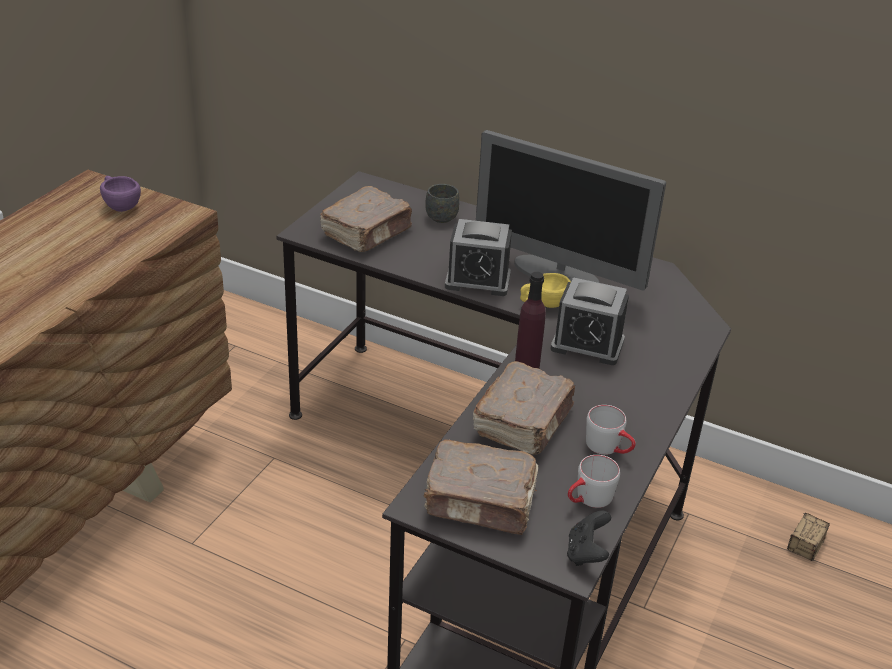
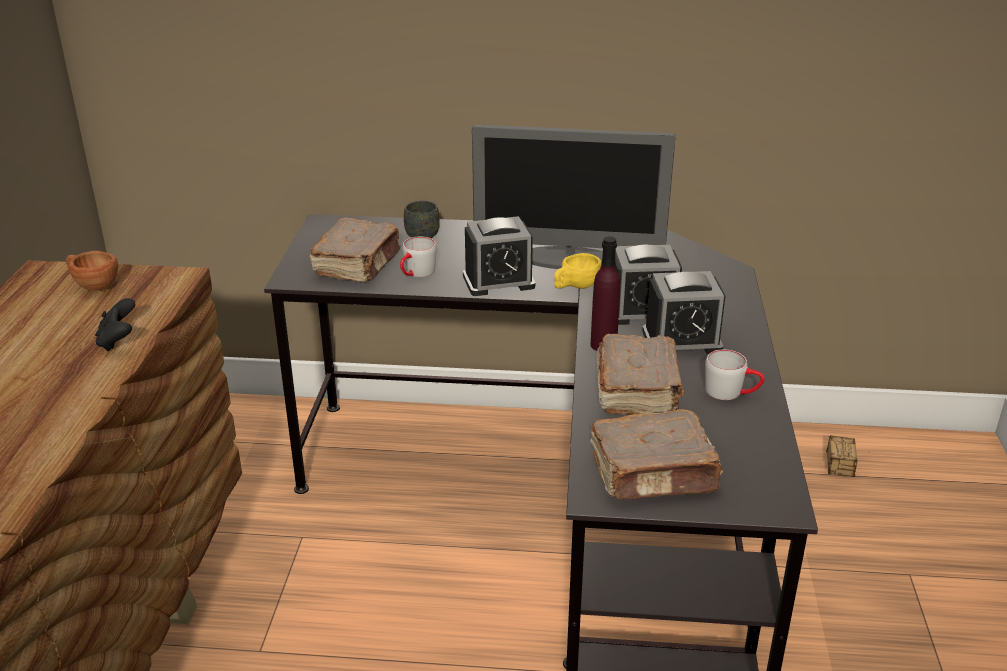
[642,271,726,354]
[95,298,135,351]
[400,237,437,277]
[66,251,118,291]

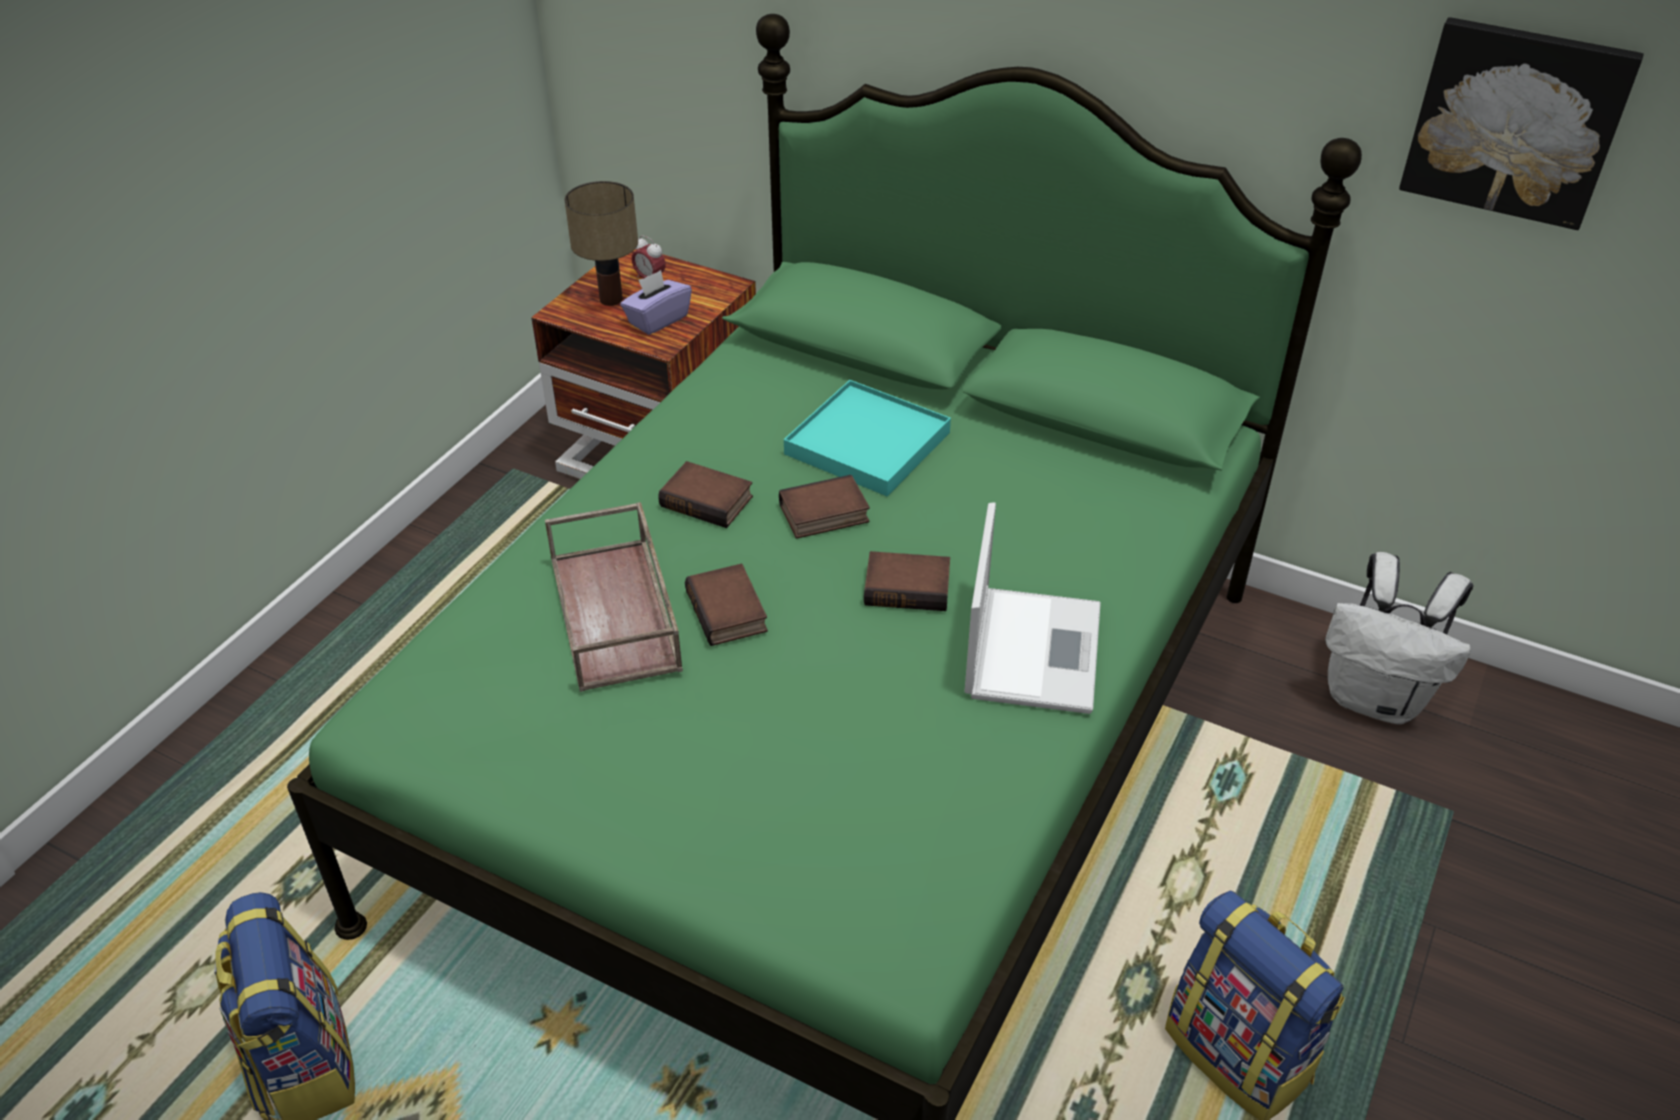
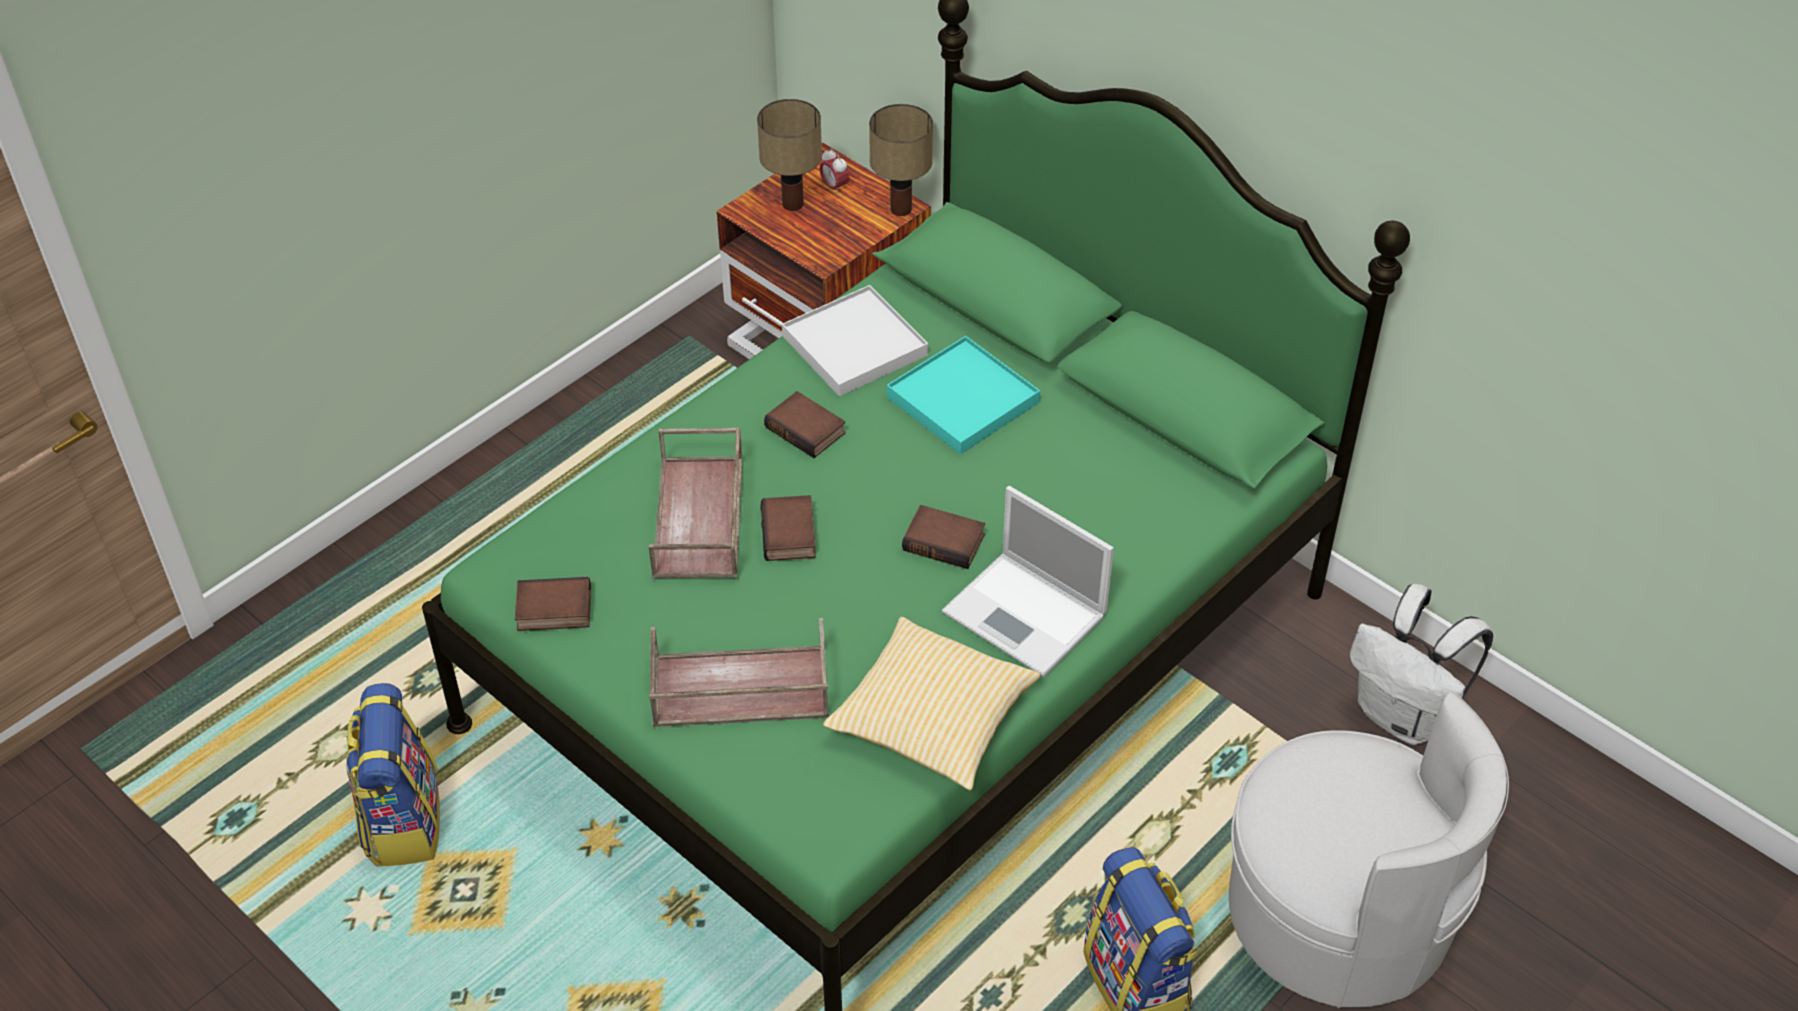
[620,270,692,335] (first image)
[1399,17,1644,230] (first image)
[649,618,829,727]
[782,285,928,397]
[823,617,1041,790]
[869,104,933,216]
[1229,691,1509,1008]
[515,577,591,631]
[942,486,1114,677]

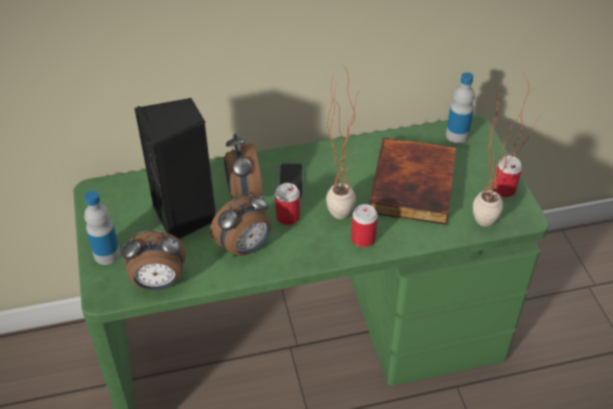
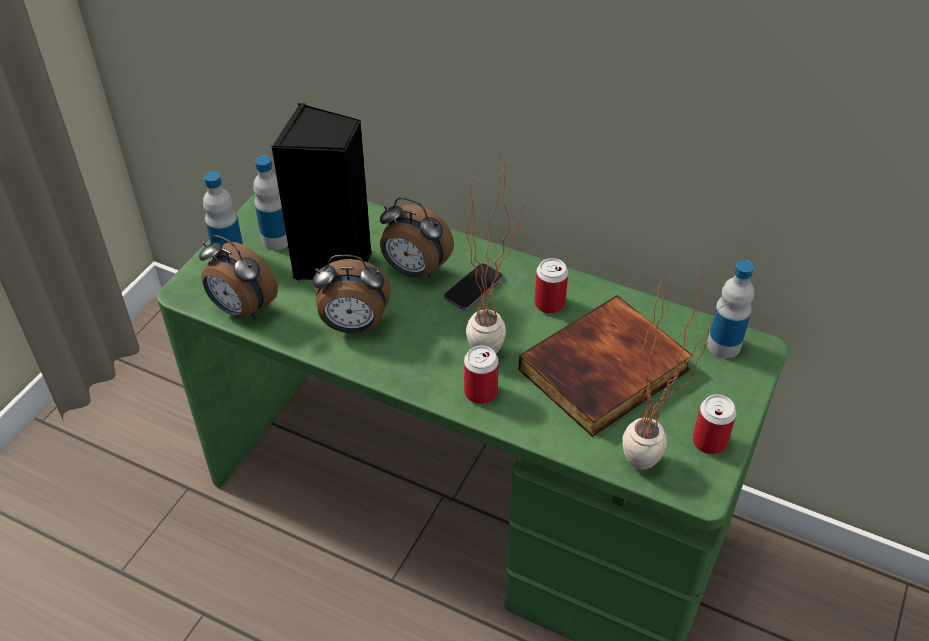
[253,155,288,250]
[534,258,568,314]
[380,197,454,279]

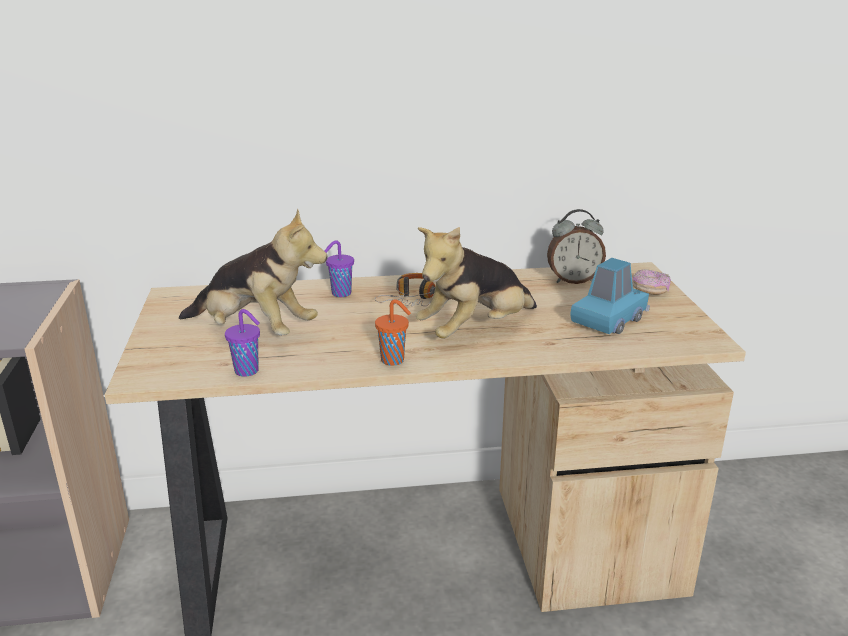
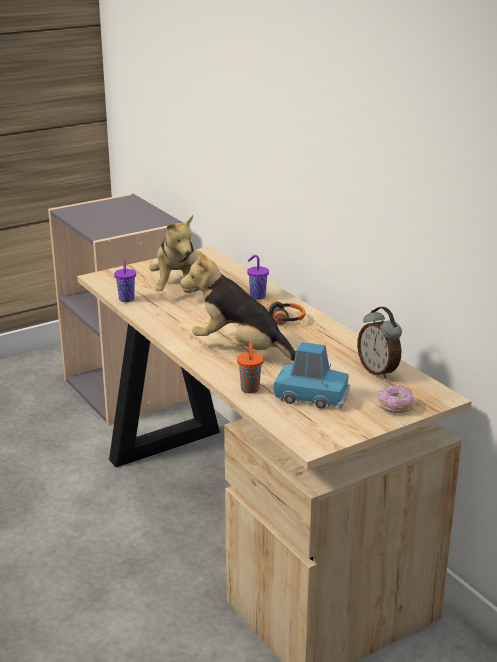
[237,342,264,393]

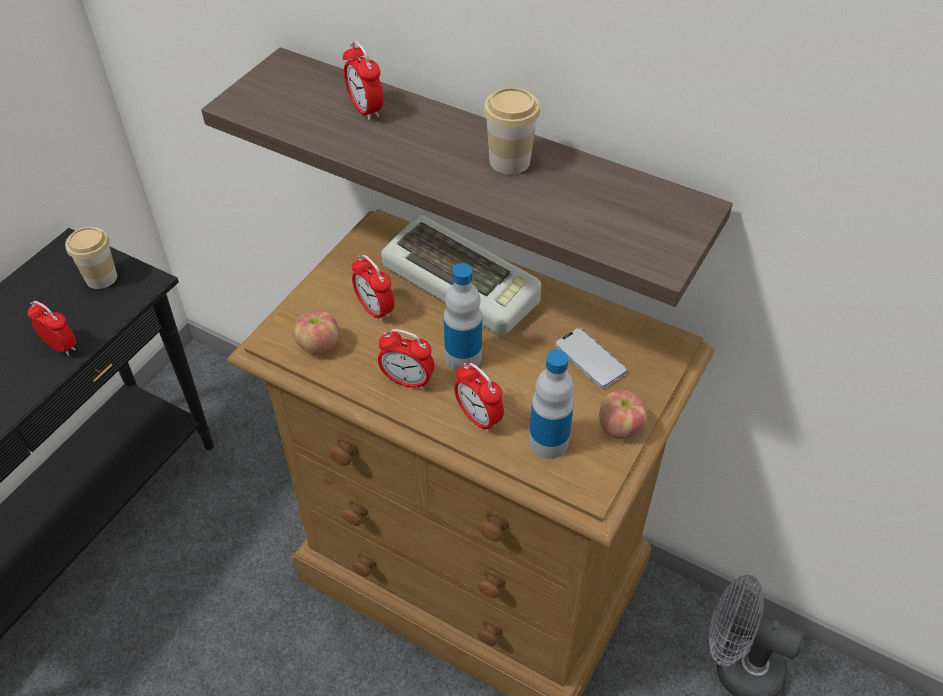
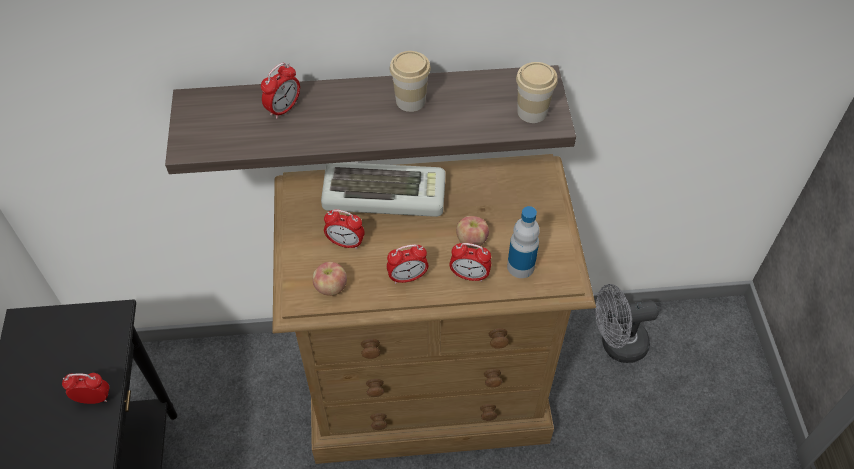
[444,263,482,370] (first image)
[554,328,628,388] (first image)
[516,62,558,123]
[456,216,489,249]
[261,63,300,119]

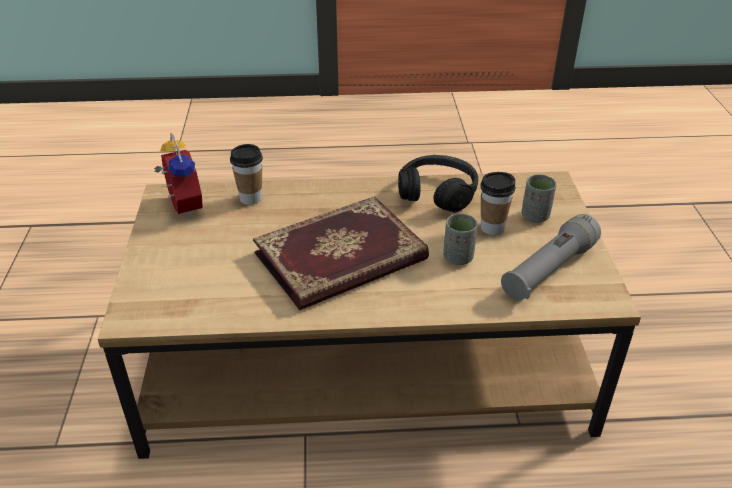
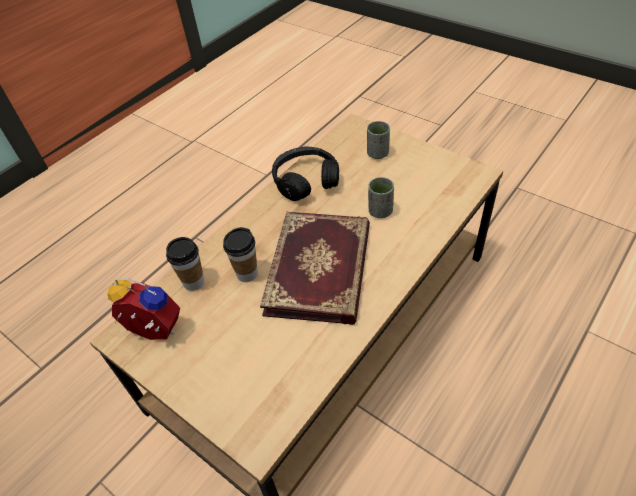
[501,214,601,300] (first image)
[223,227,258,282]

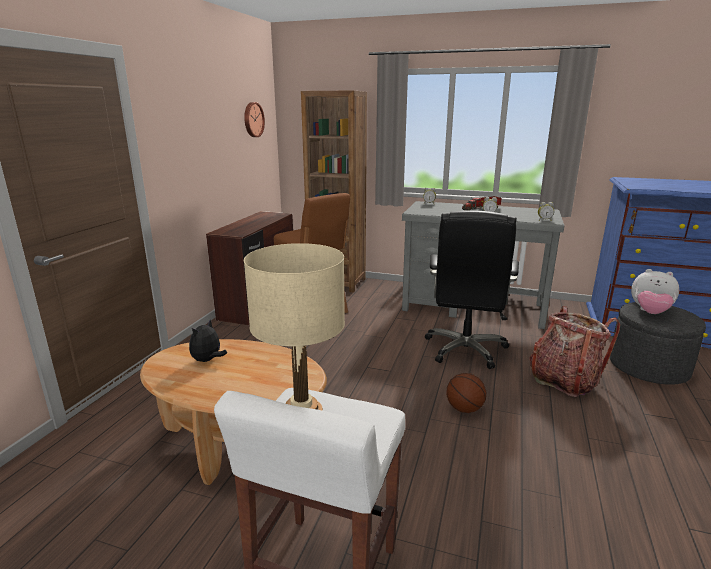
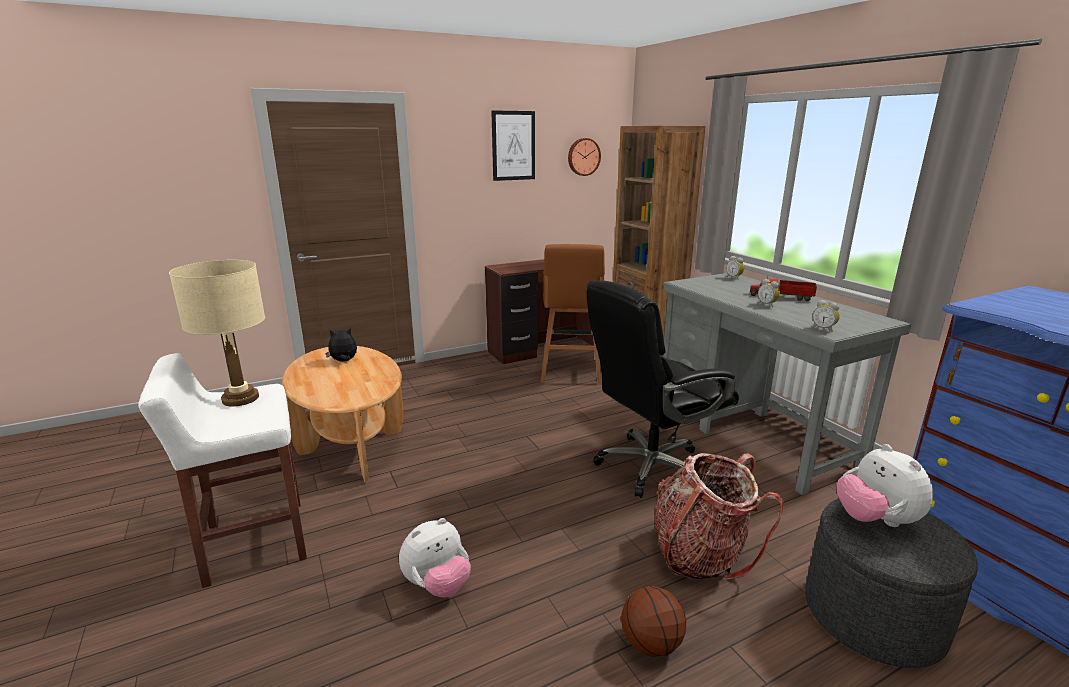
[399,518,471,598]
[491,110,535,181]
[621,586,686,657]

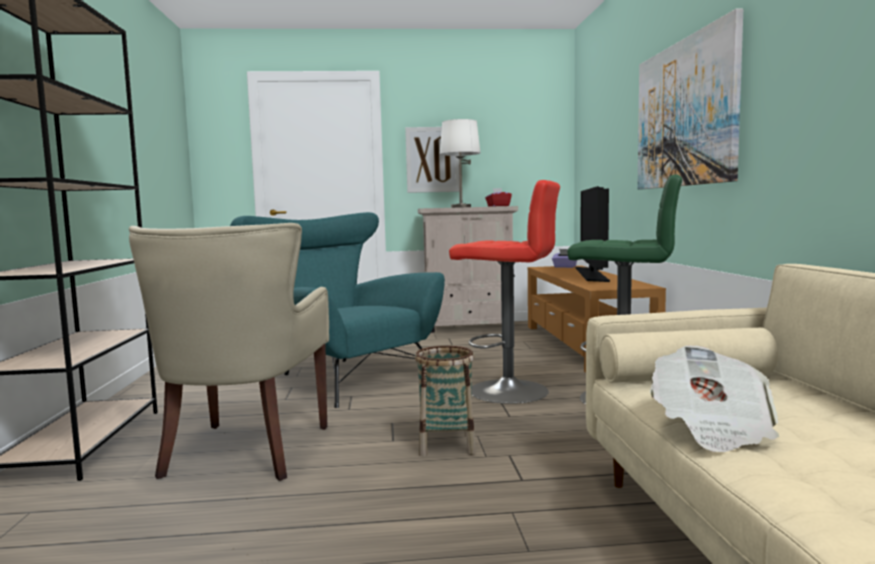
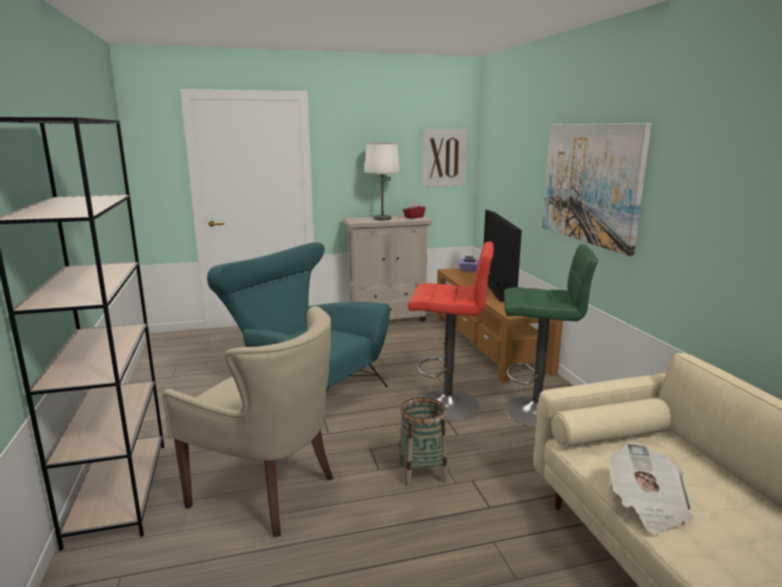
[422,129,467,187]
[162,306,333,537]

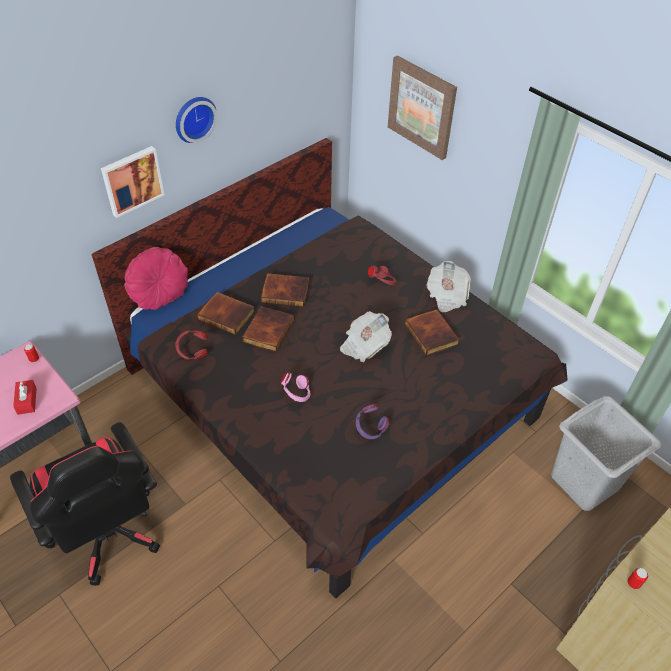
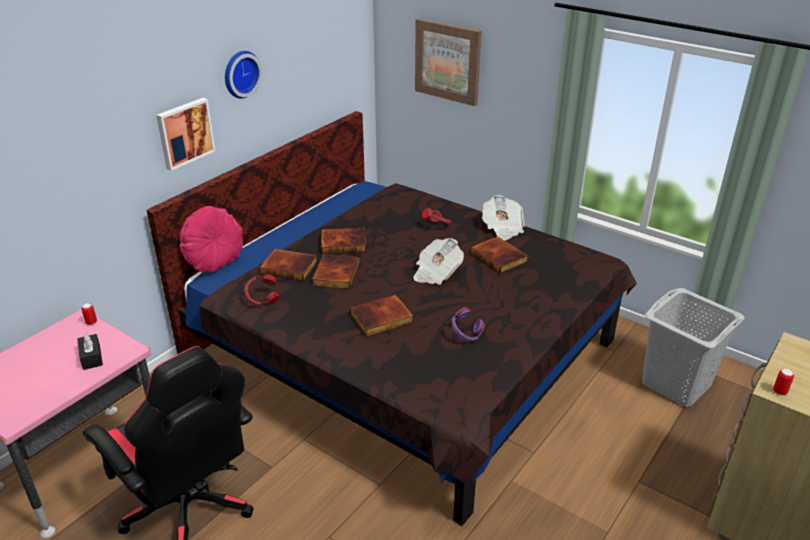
[350,294,414,337]
[77,332,103,370]

